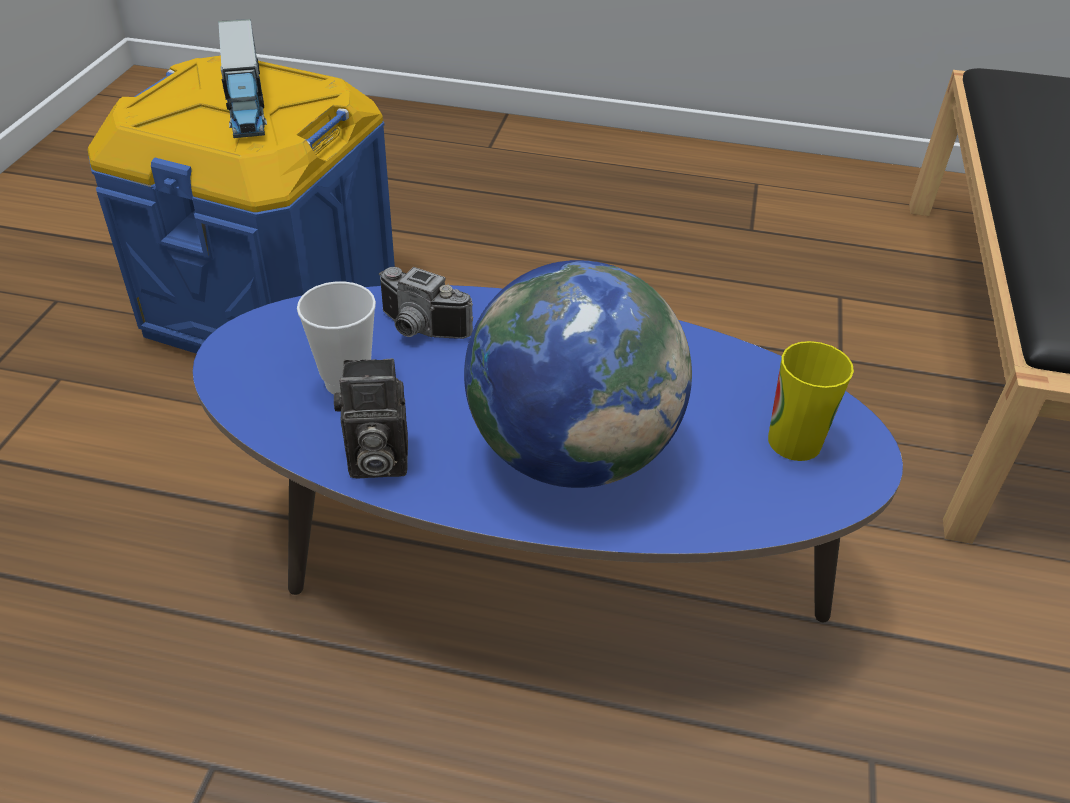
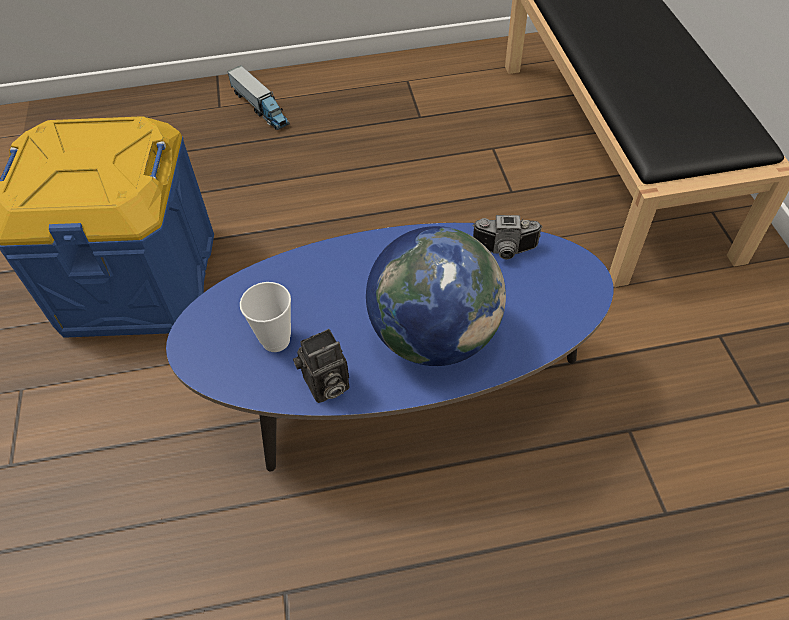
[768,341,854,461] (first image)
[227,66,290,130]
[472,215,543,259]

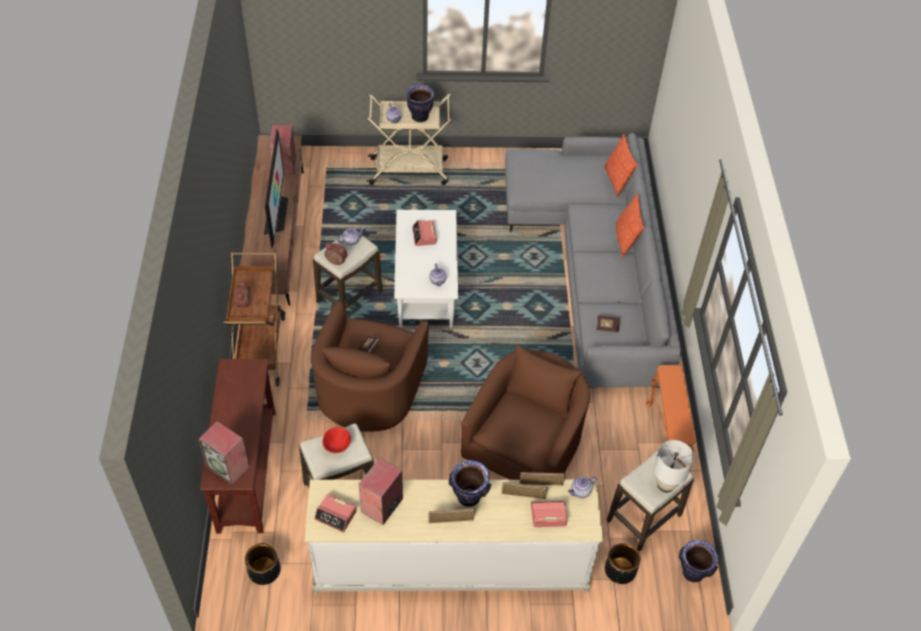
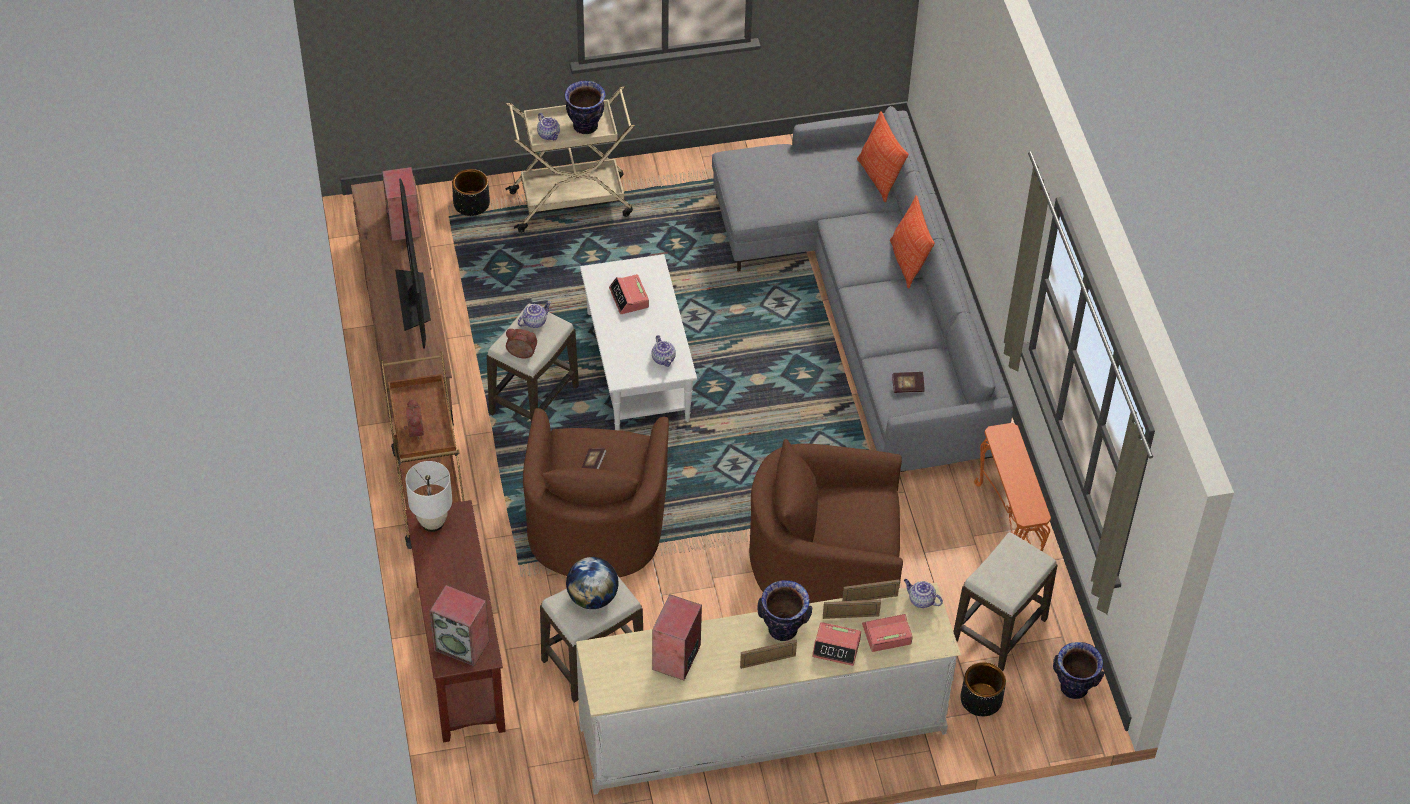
[452,169,490,216]
[812,622,861,666]
[406,461,452,532]
[566,557,619,609]
[749,439,903,603]
[904,579,943,608]

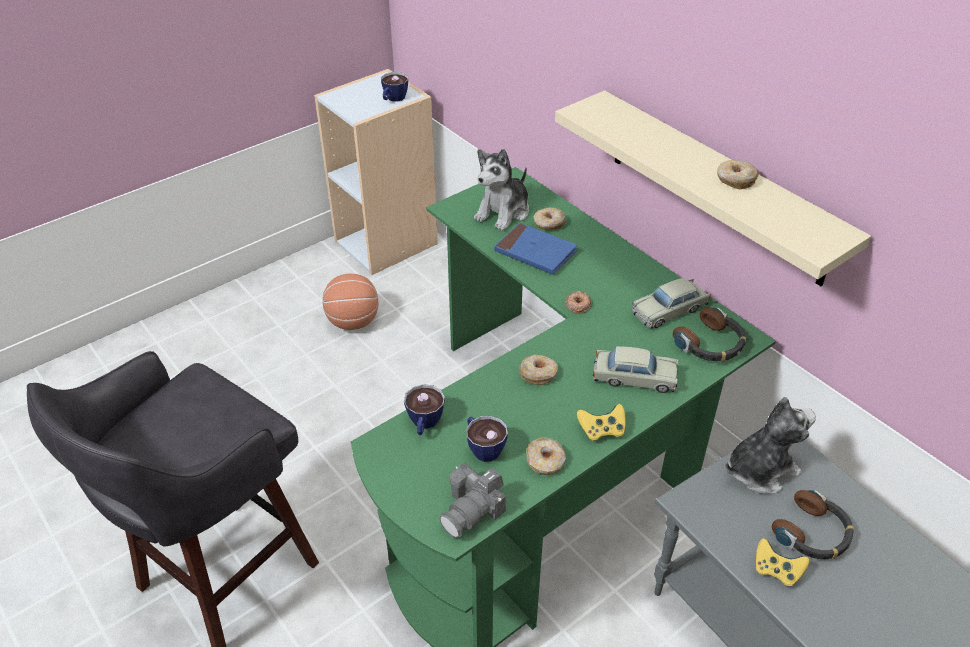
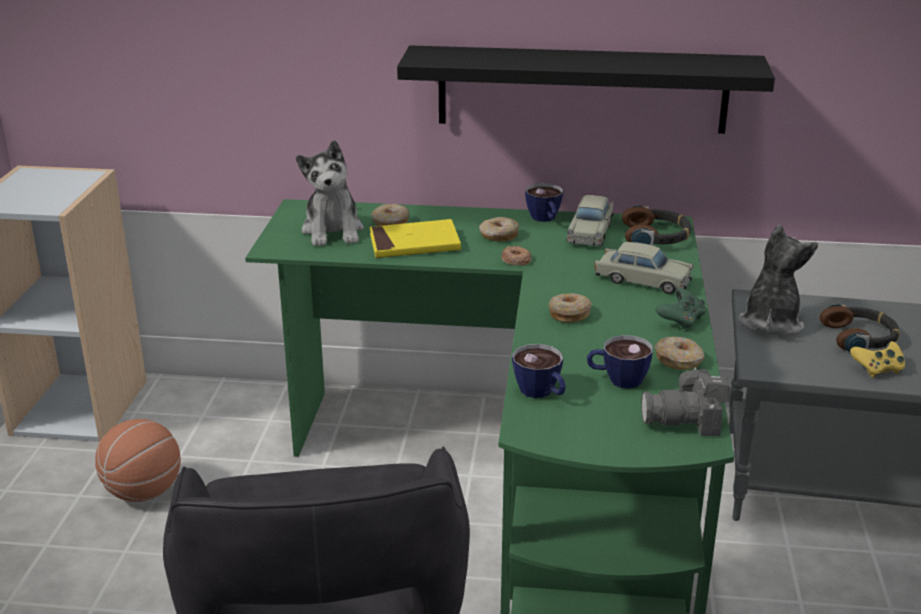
[525,183,564,222]
[479,217,519,241]
[370,219,461,258]
[397,46,775,134]
[656,288,706,331]
[641,367,731,436]
[595,242,693,294]

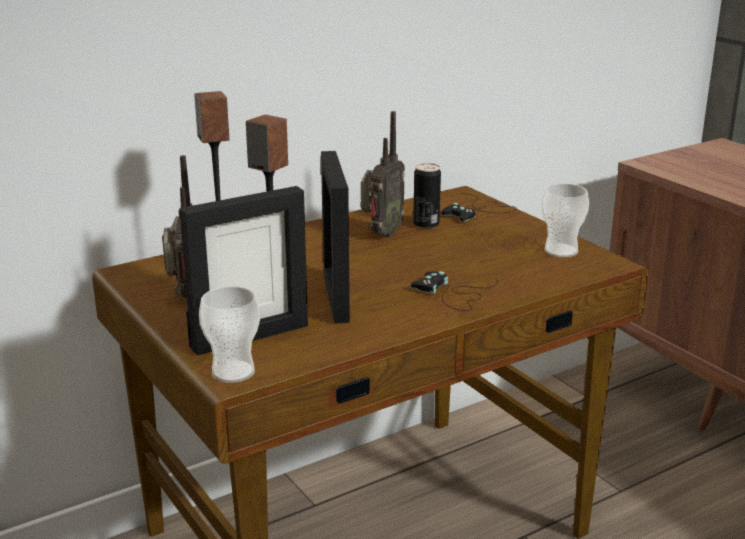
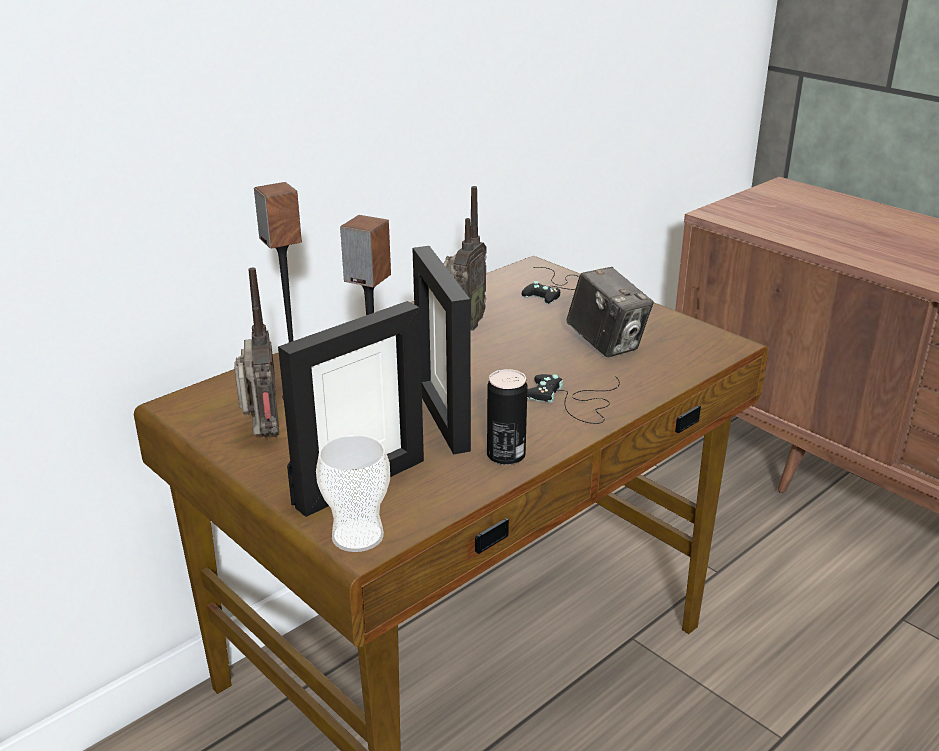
[541,184,589,258] (first image)
[567,267,653,357]
[487,369,528,465]

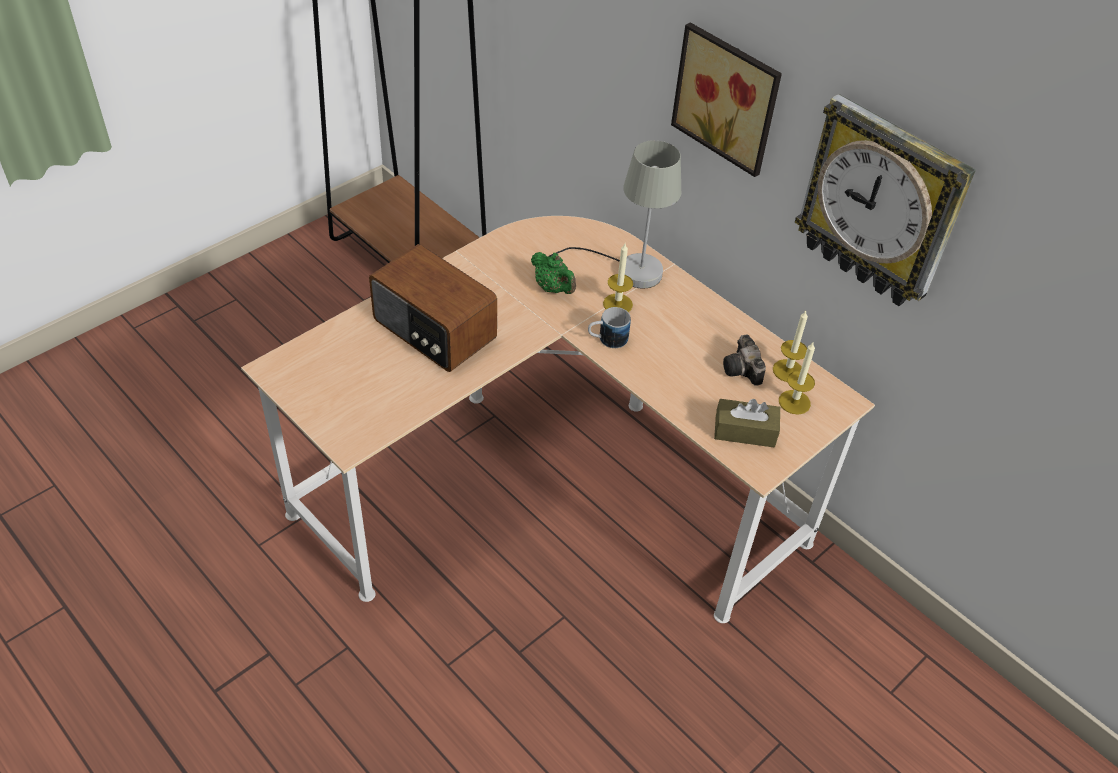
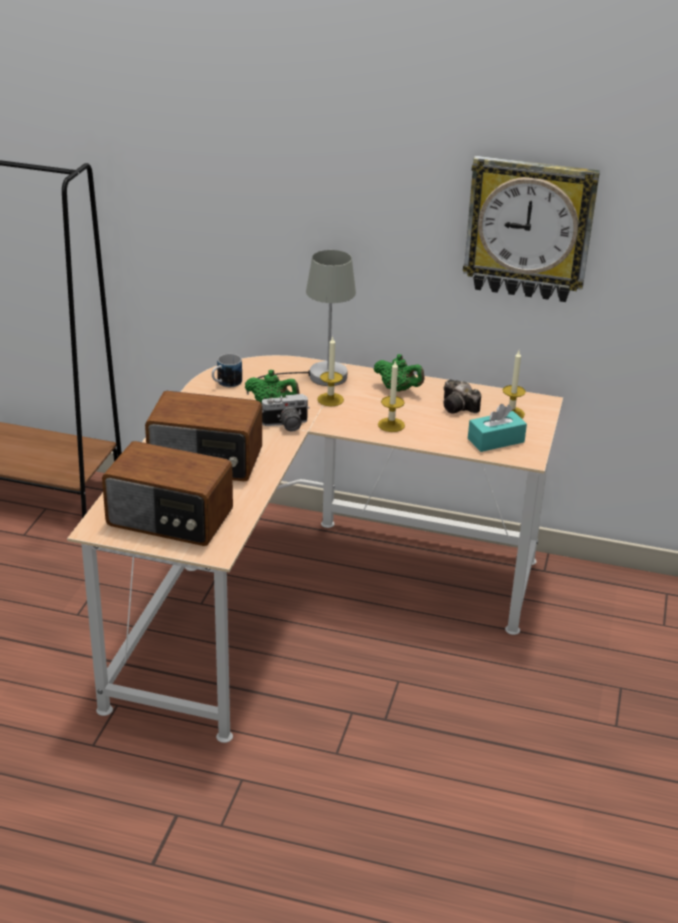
[671,22,782,177] (first image)
[102,441,233,546]
[262,394,310,432]
[374,354,425,392]
[212,354,242,387]
[378,360,405,432]
[468,404,527,452]

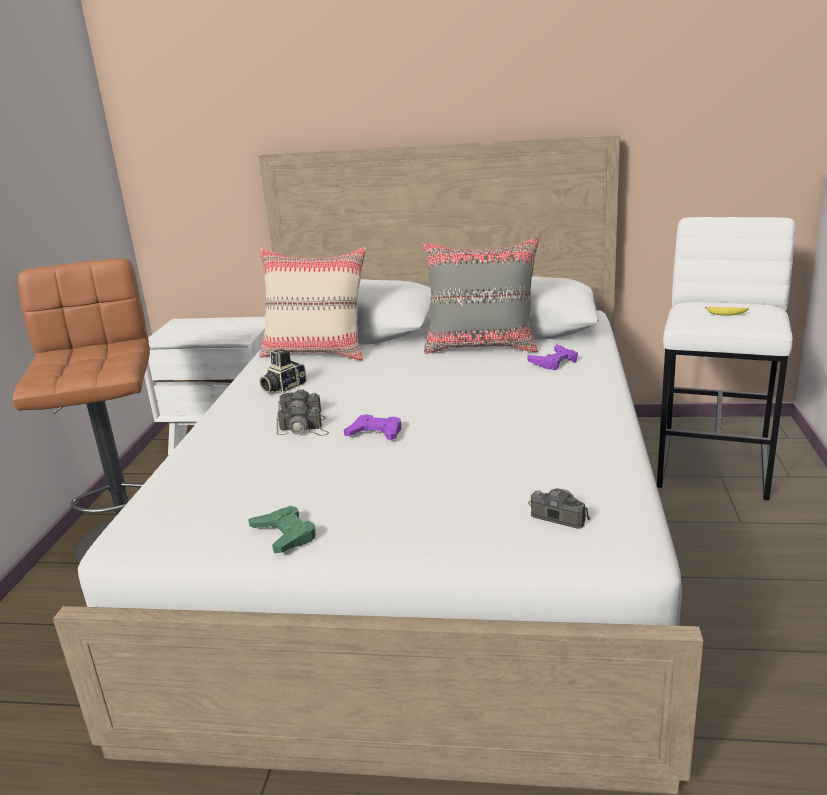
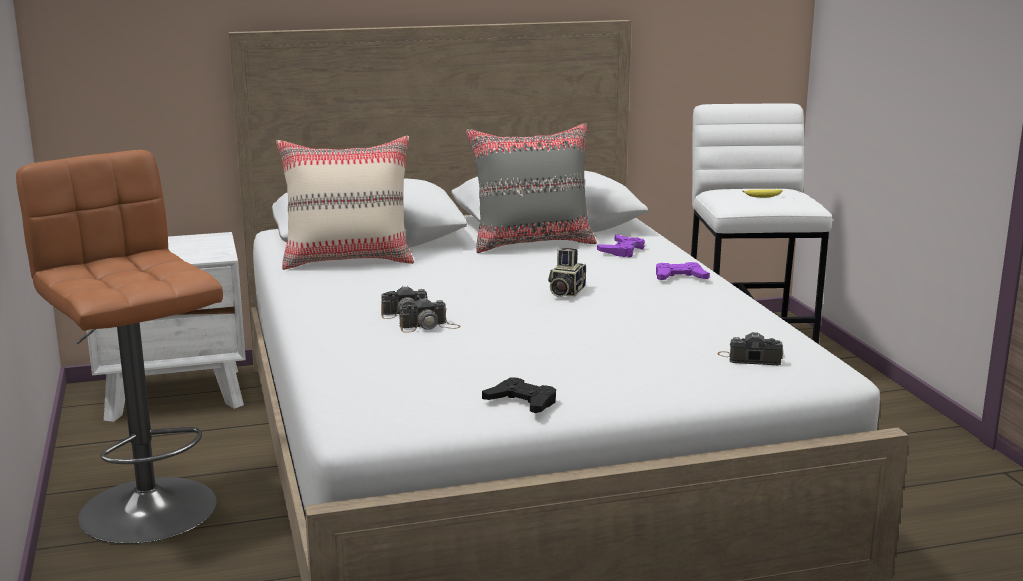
[548,248,586,297]
[656,262,710,280]
[482,377,556,413]

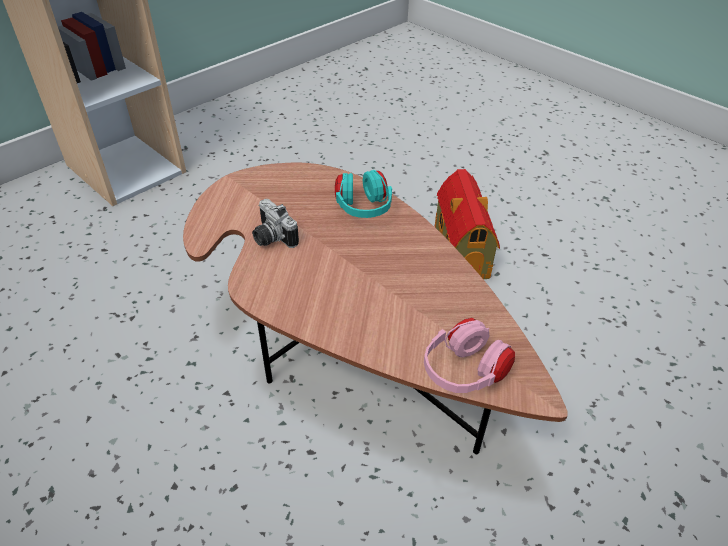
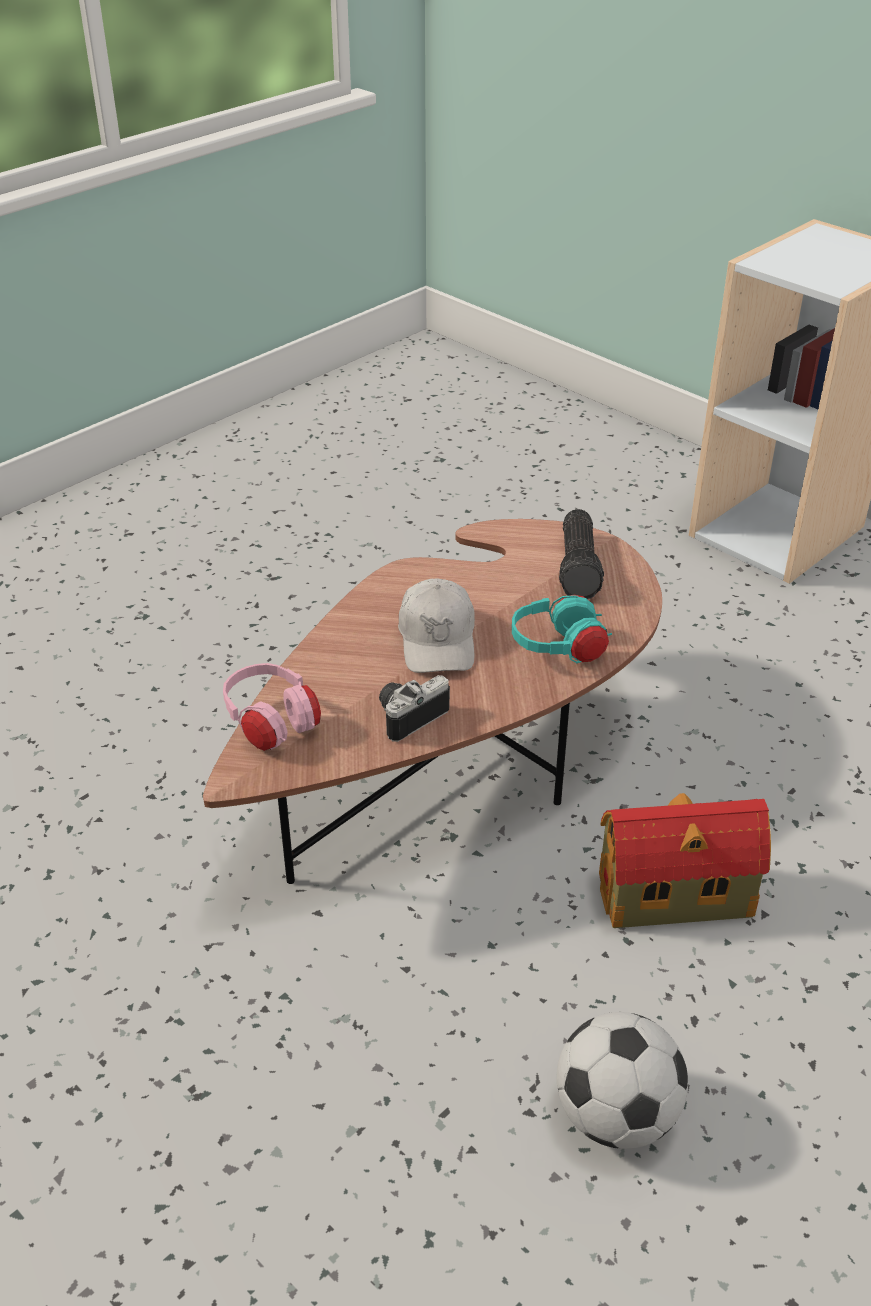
[398,578,475,673]
[557,1012,688,1149]
[559,509,604,599]
[379,675,450,742]

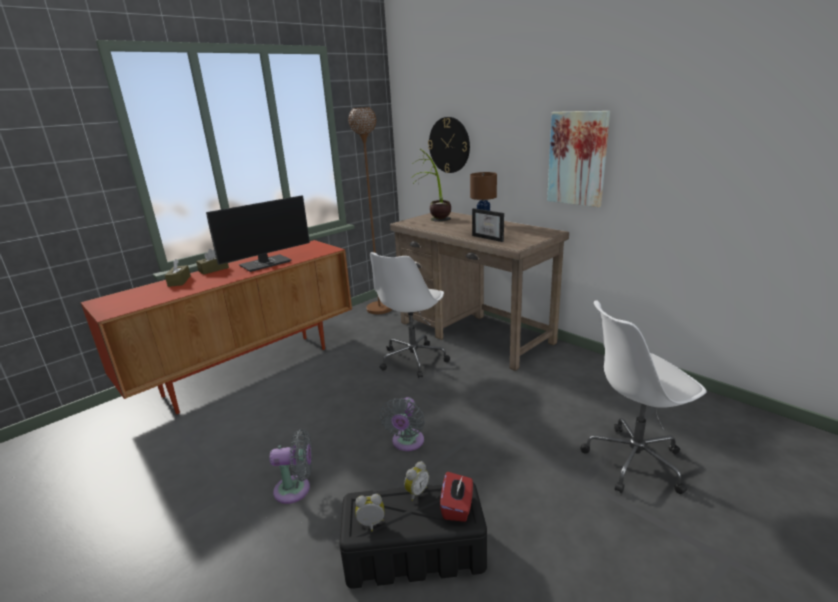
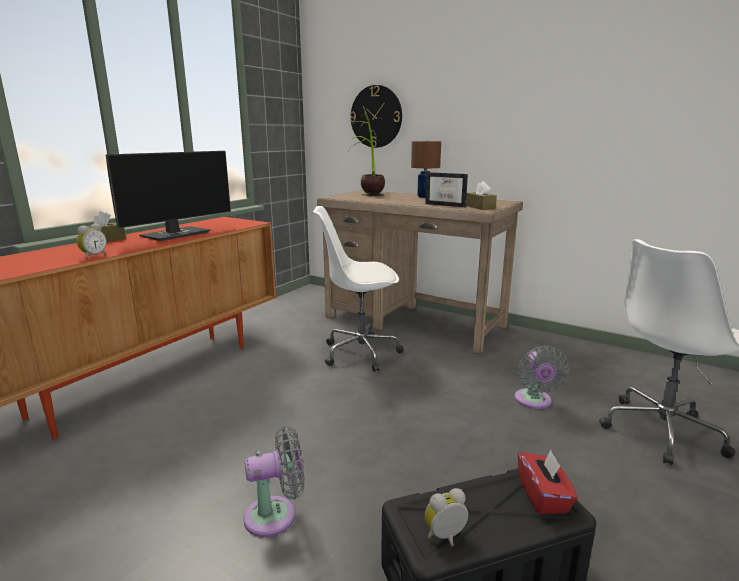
[348,107,392,314] (first image)
[547,111,610,207] (first image)
[466,181,497,210]
[514,346,569,409]
[77,223,107,259]
[313,206,404,372]

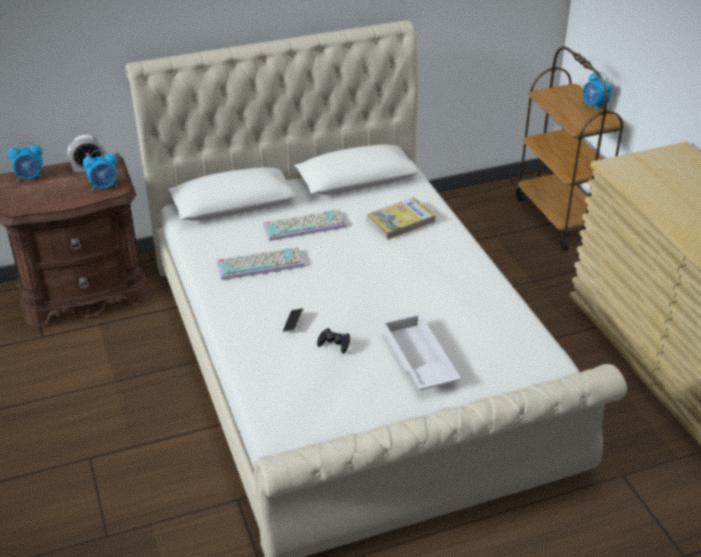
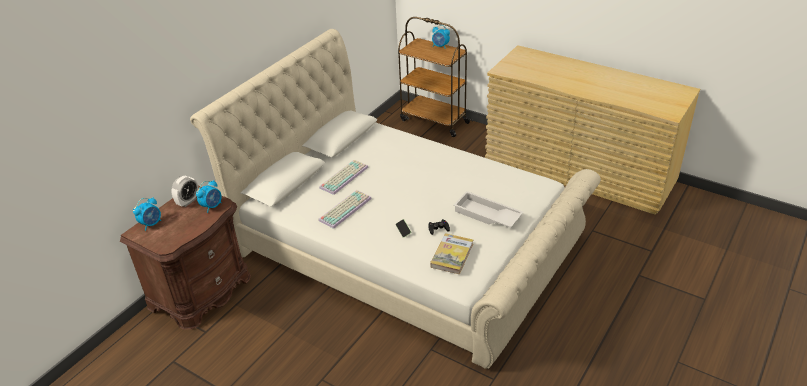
[430,233,473,274]

